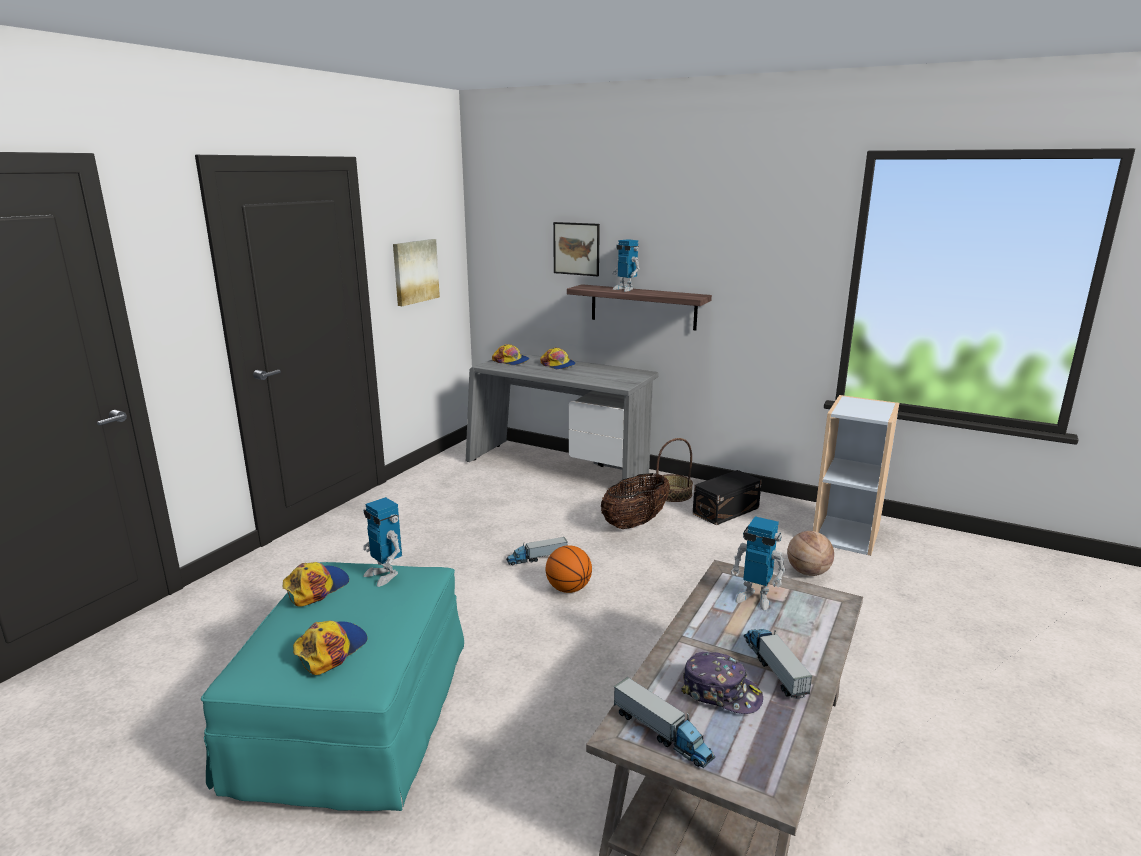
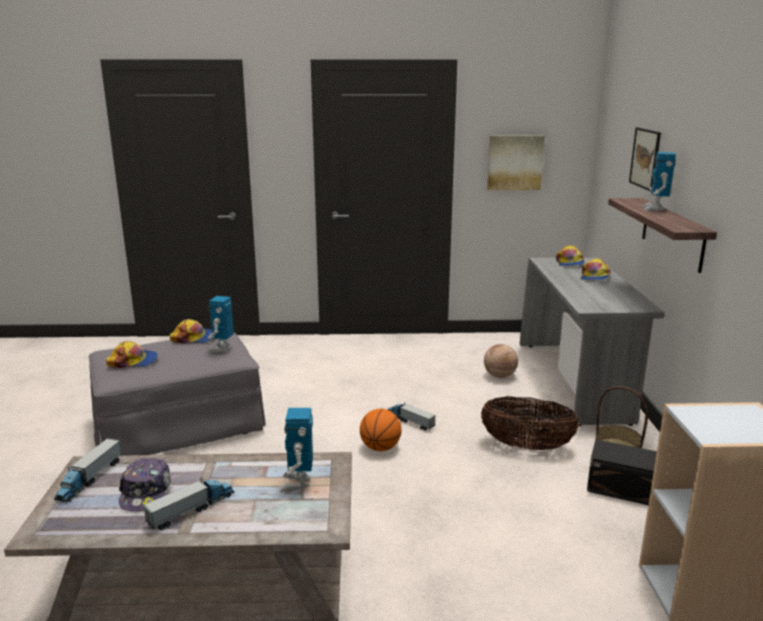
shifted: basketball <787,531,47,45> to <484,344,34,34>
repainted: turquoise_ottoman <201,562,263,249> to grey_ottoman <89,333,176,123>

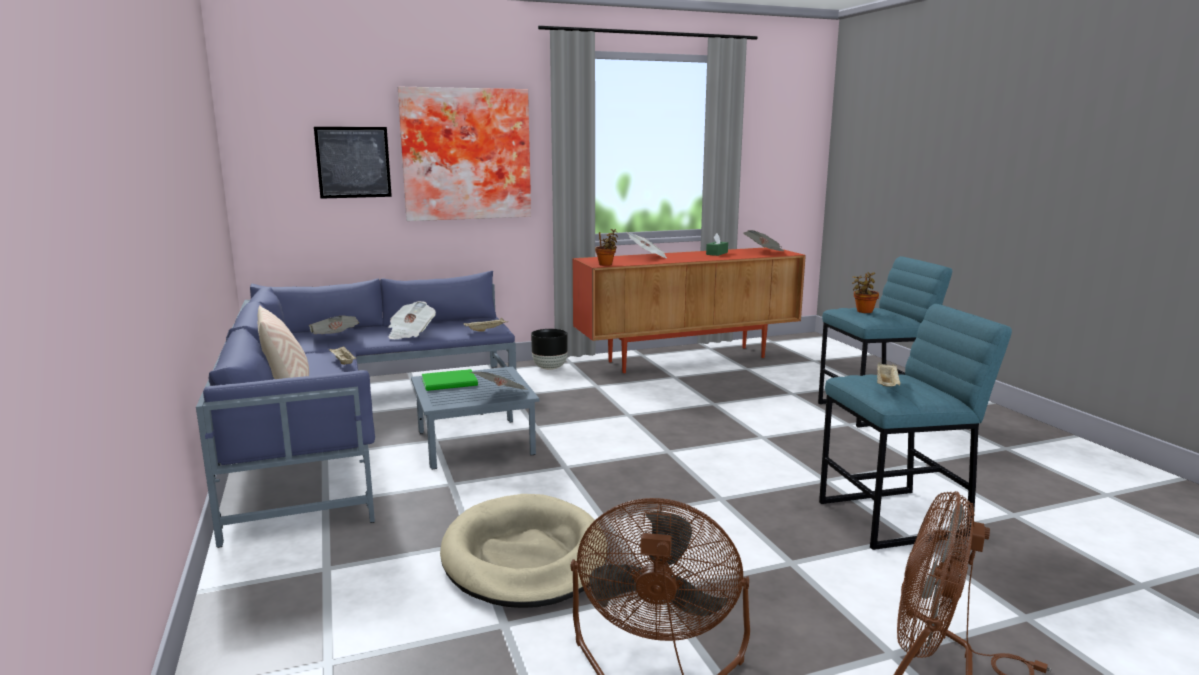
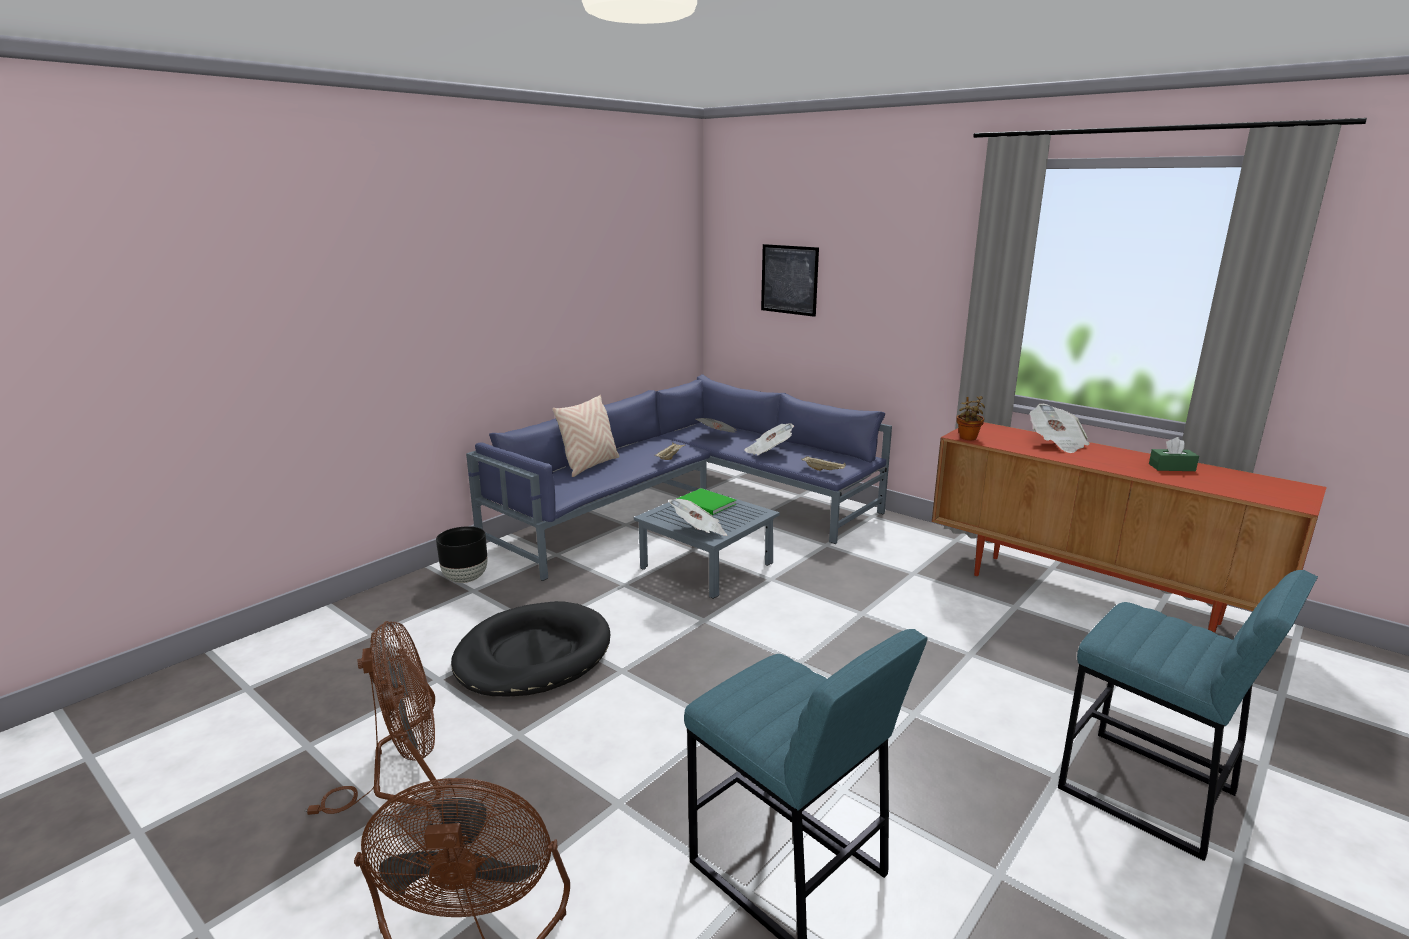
gone: picture <398,87,133,134>; newspaper <743,230,41,21>; potted_plant <852,272,27,41>; beige_tray <877,362,23,25>
shifted: black_planter <531,329,37,41> to <436,526,51,57>
repainted: beige_dog_bed <440,494,168,114> to black_dog_bed <451,601,160,96>

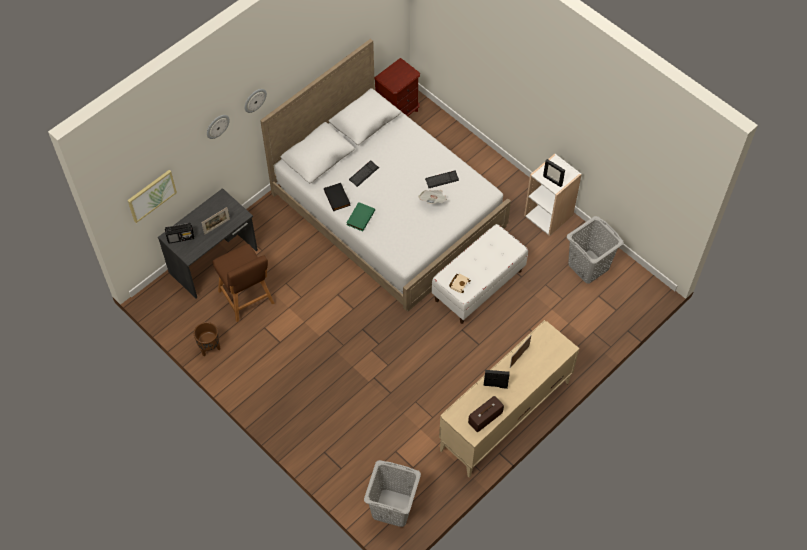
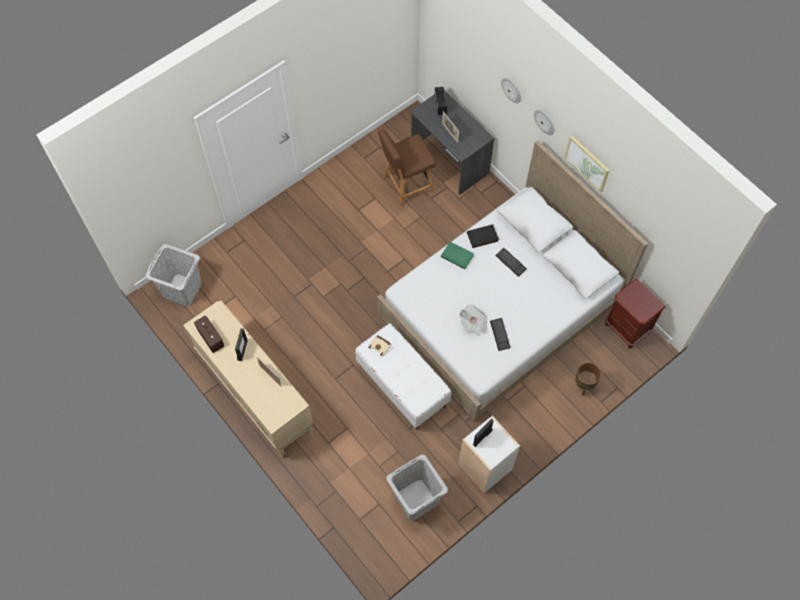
shifted: picture <128,170,49,53> to <564,136,46,56>; brown_planter <194,322,26,35> to <575,362,26,33>

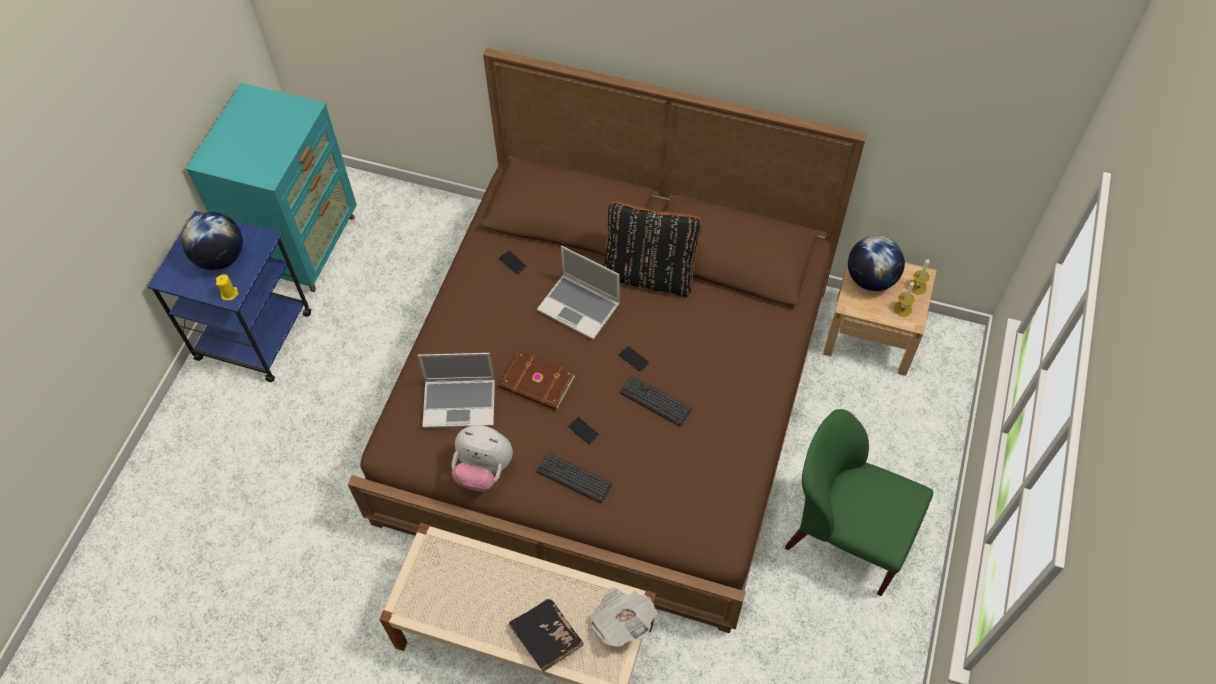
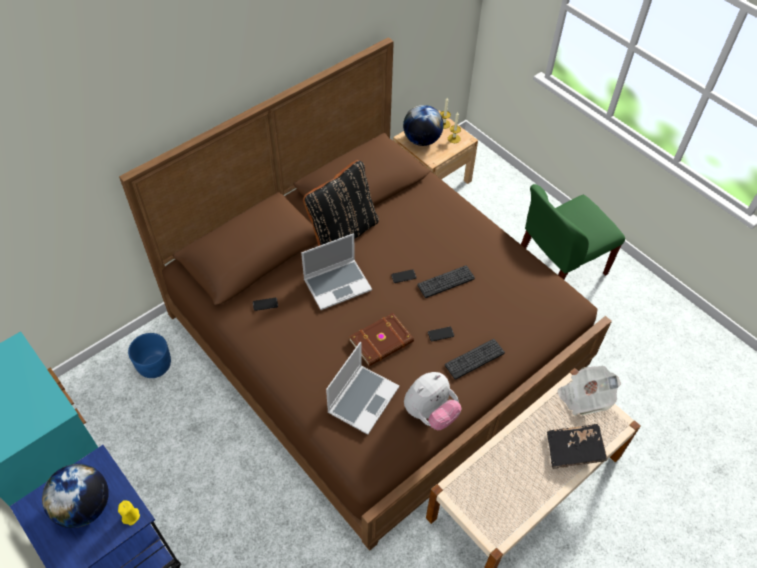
new: blue_planter <128,333,43,45>

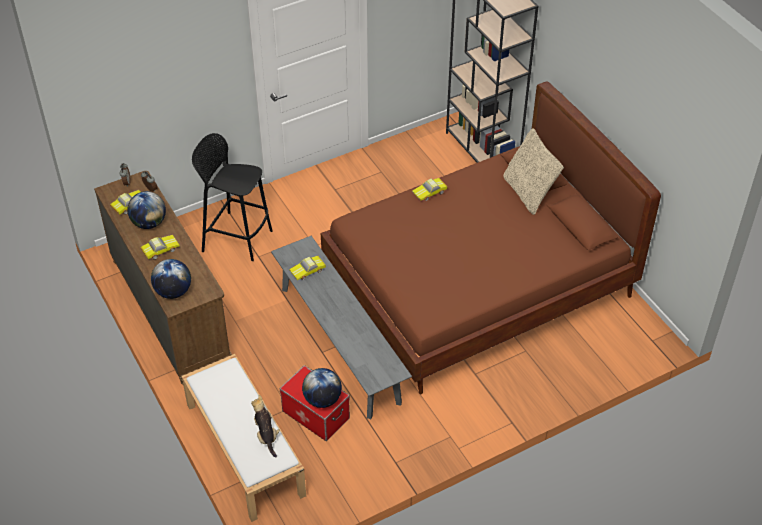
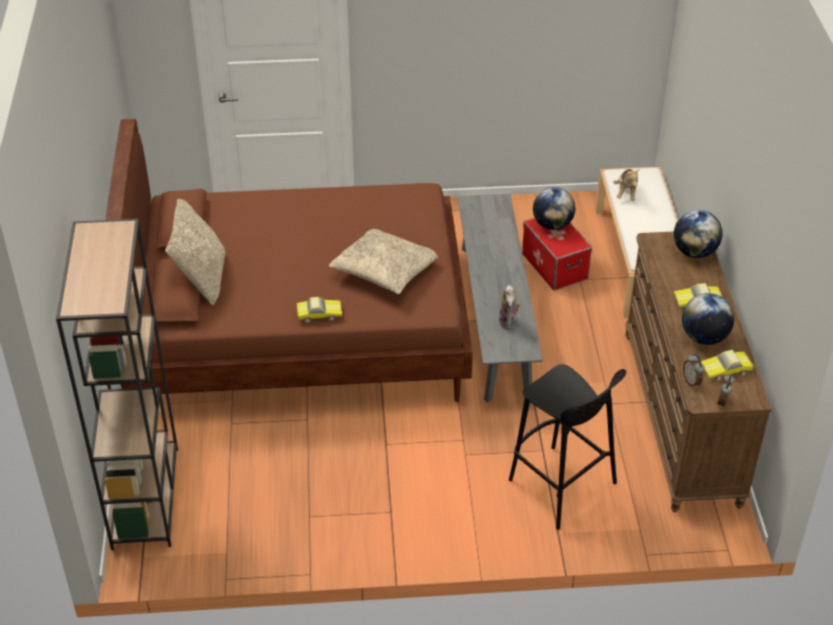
new: beige_pillow <329,229,109,65>
swapped: toy_car <289,256,37,24> to plush_toy <498,284,23,45>

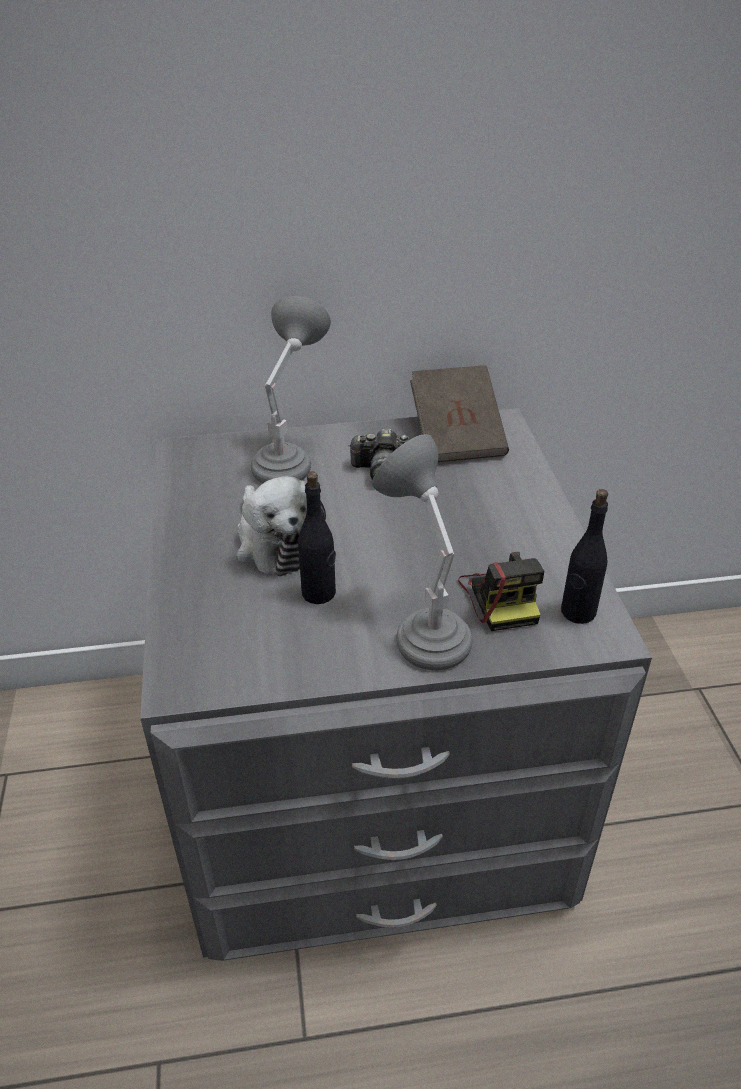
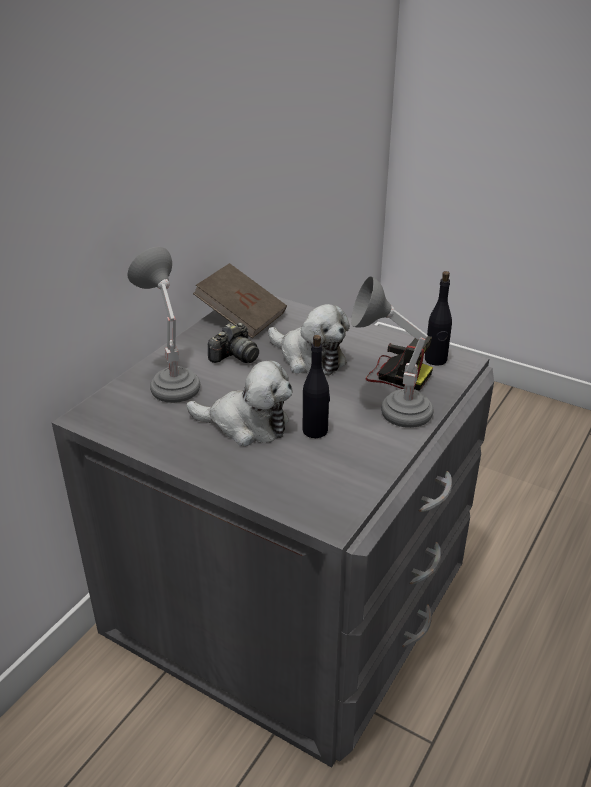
new: plush_toy <268,304,82,72>

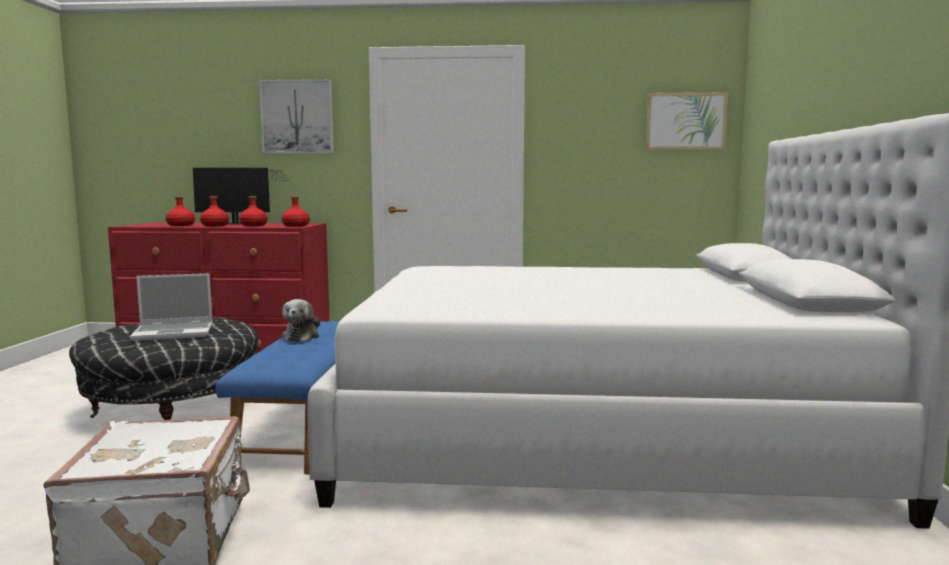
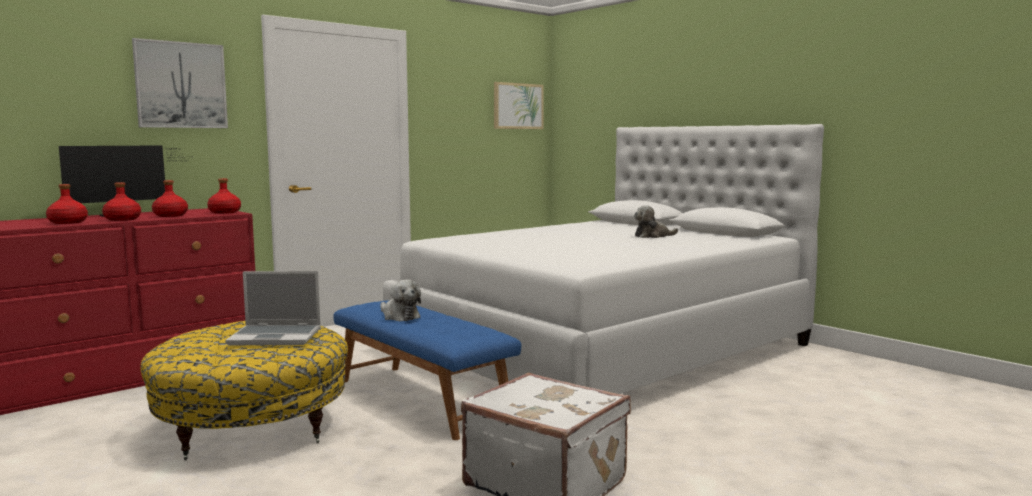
new: plush_toy <634,205,44,33>
repainted: black_ottoman <69,318,189,102> to yellow_ottoman <140,321,208,139>
rotated: laptop <130,273,83,68> = <225,271,96,74> 60 degrees clockwise

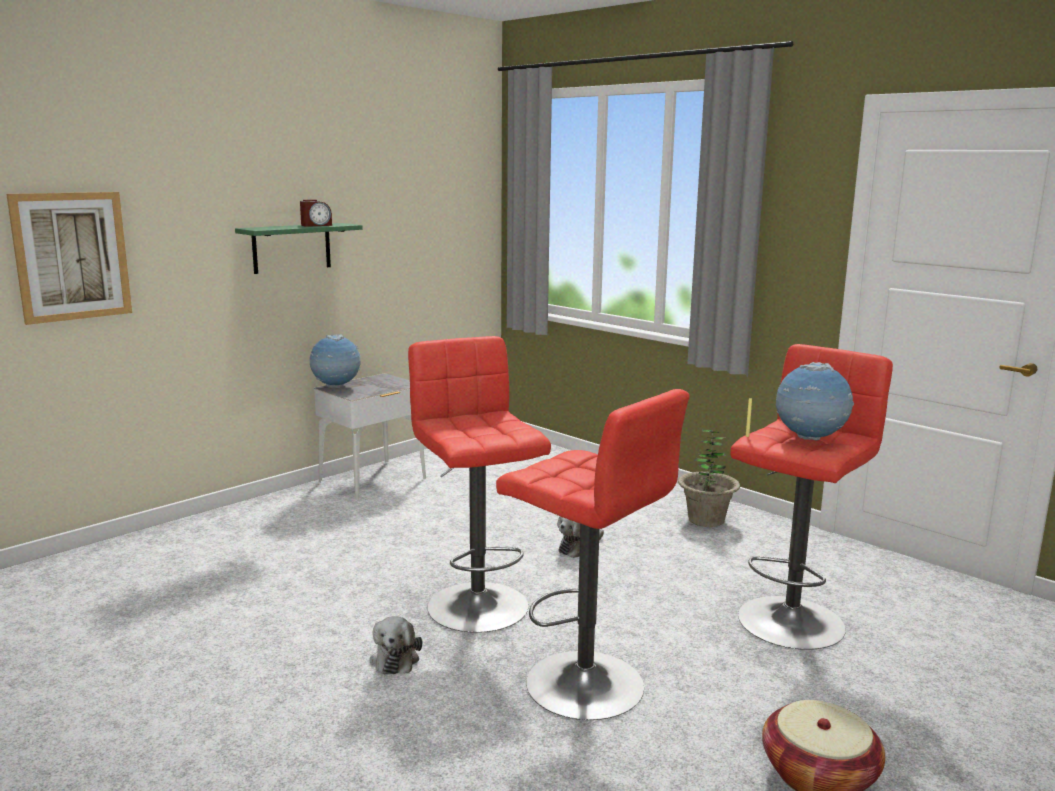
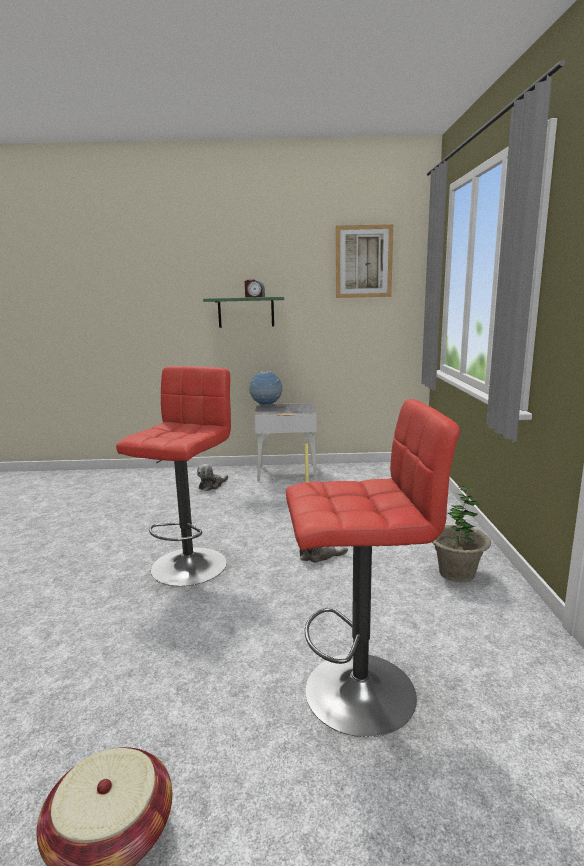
gone: red_stool <496,389,194,331>; globe <776,362,78,79>
shifted: plush_toy <370,616,52,58> to <197,464,31,27>; picture <6,192,126,133> to <336,224,57,74>

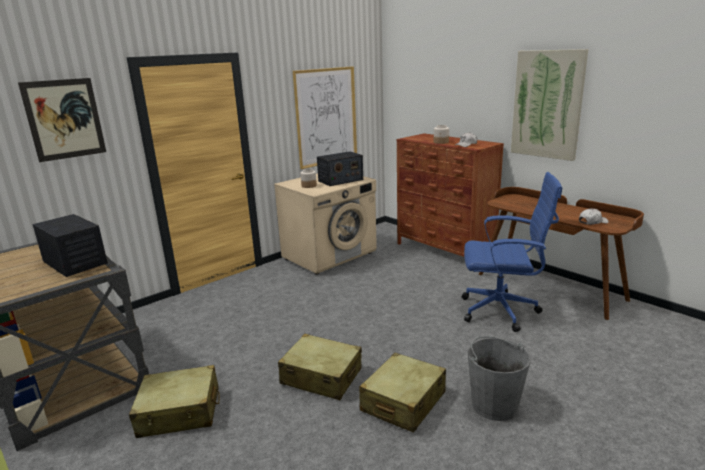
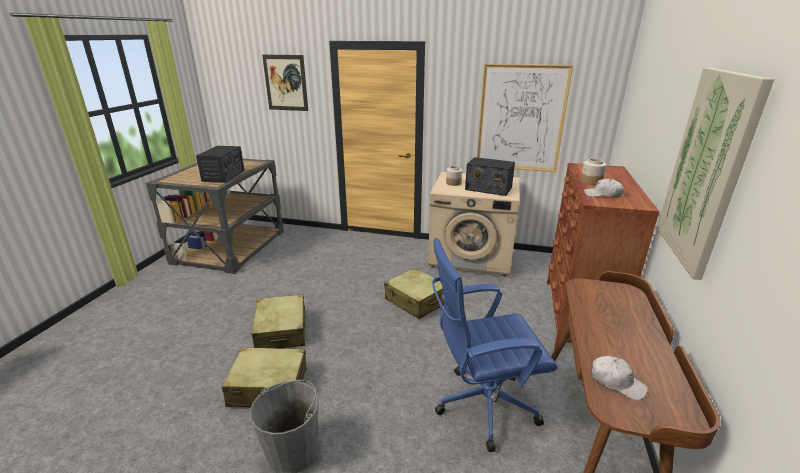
shifted: beige_suitcase <129,365,91,73> to <384,268,60,51>
rotated: blue_office_chair <462,172,100,160> = <432,238,126,214> 105 degrees clockwise

